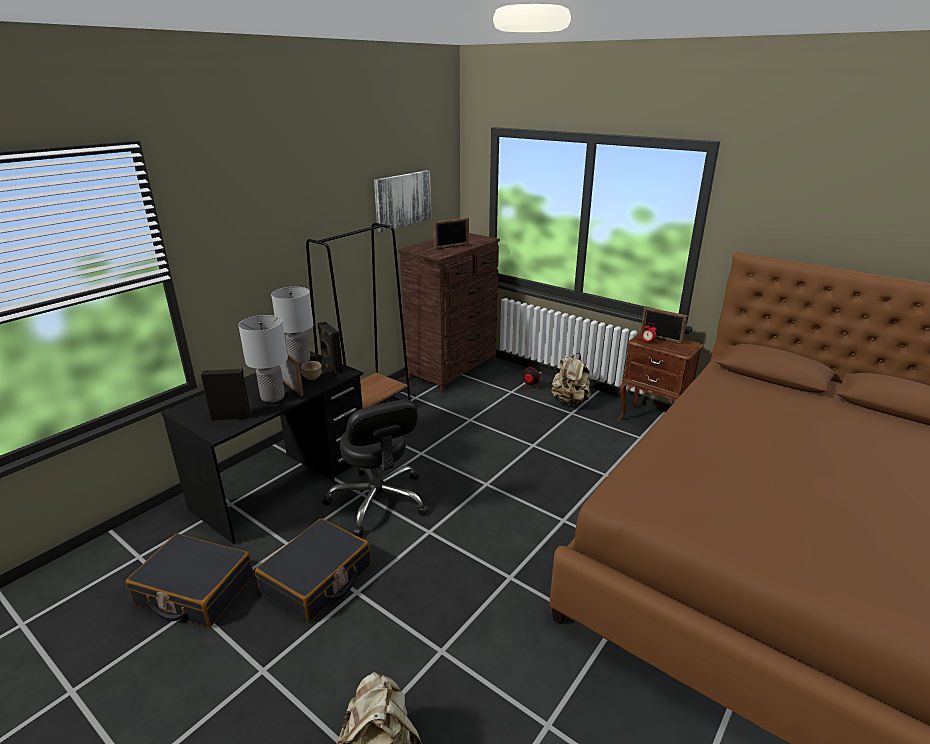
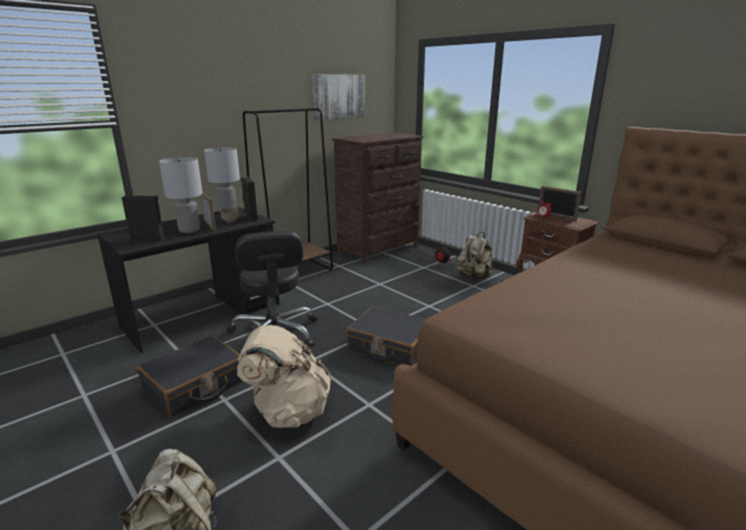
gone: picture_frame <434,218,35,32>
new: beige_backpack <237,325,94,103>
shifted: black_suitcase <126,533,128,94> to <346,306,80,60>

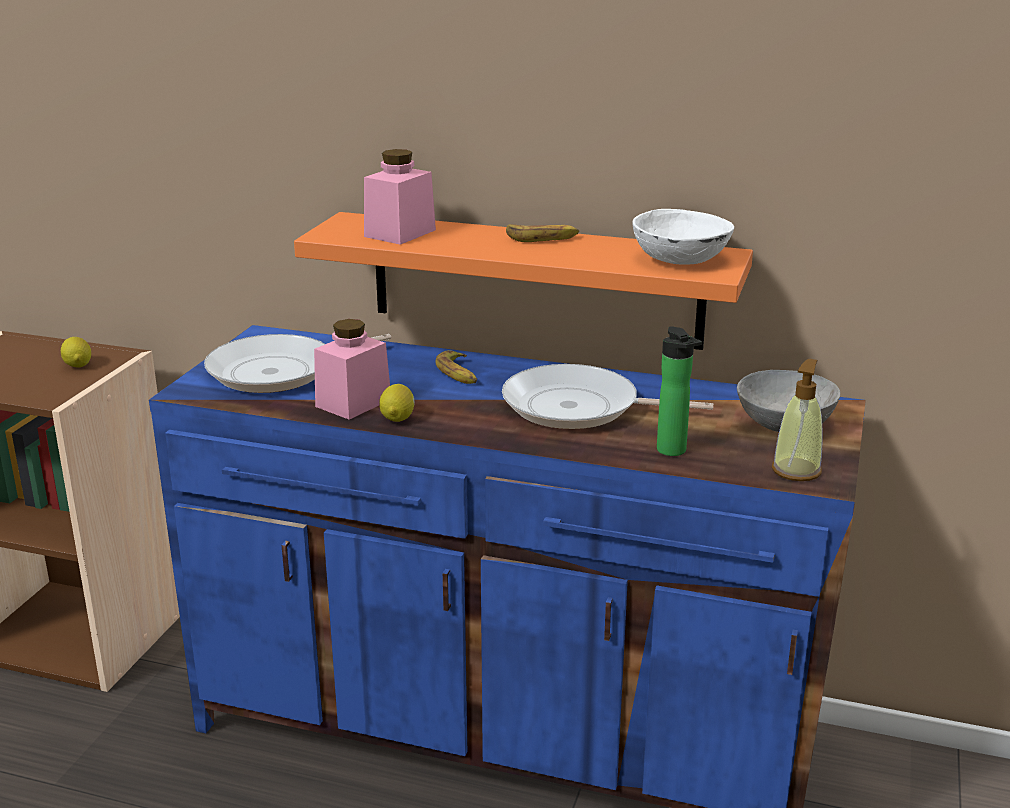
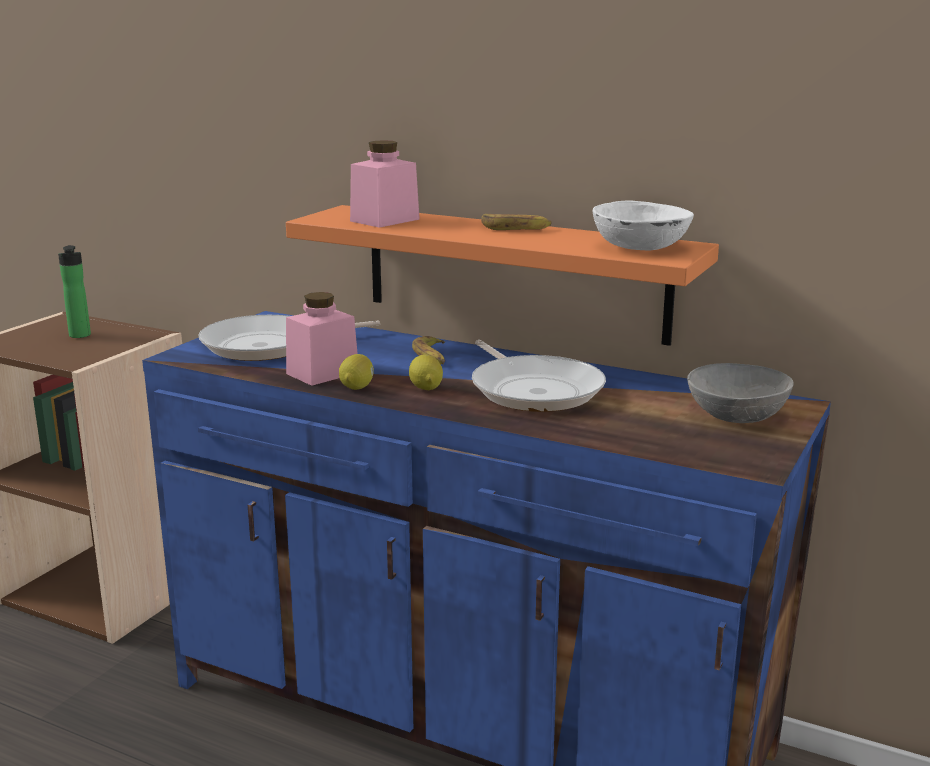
gone: soap_dispenser <772,359,51,122>
shifted: bottle <657,326,45,130> to <58,245,33,93>; lemon <61,337,30,31> to <409,355,34,35>
rotated: frying_pan <502,364,211,65> = <472,340,134,72> 135 degrees counterclockwise

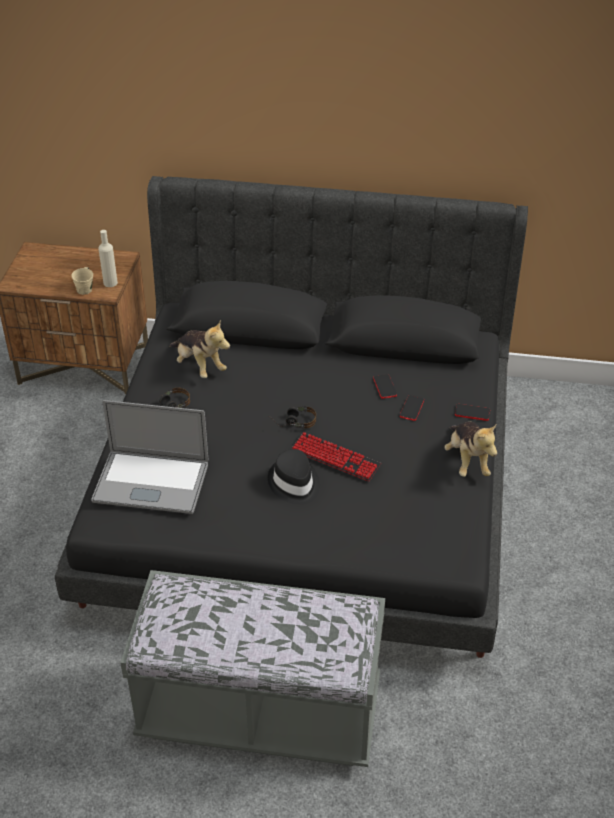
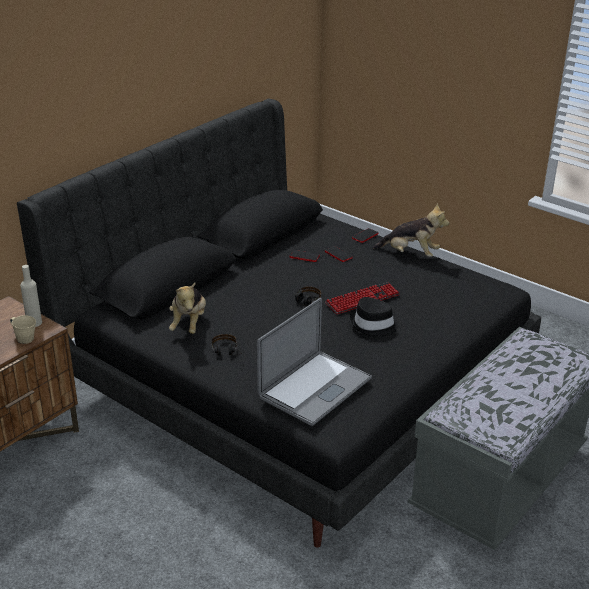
rotated: plush_toy <169,320,61,58> = <169,283,37,51> 105 degrees clockwise

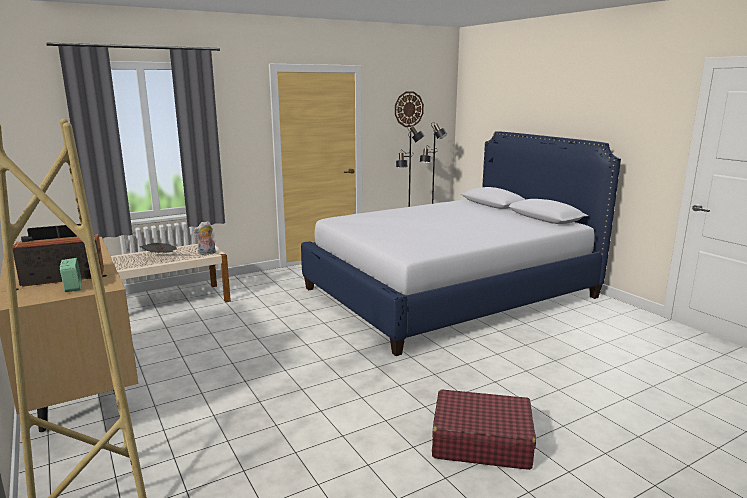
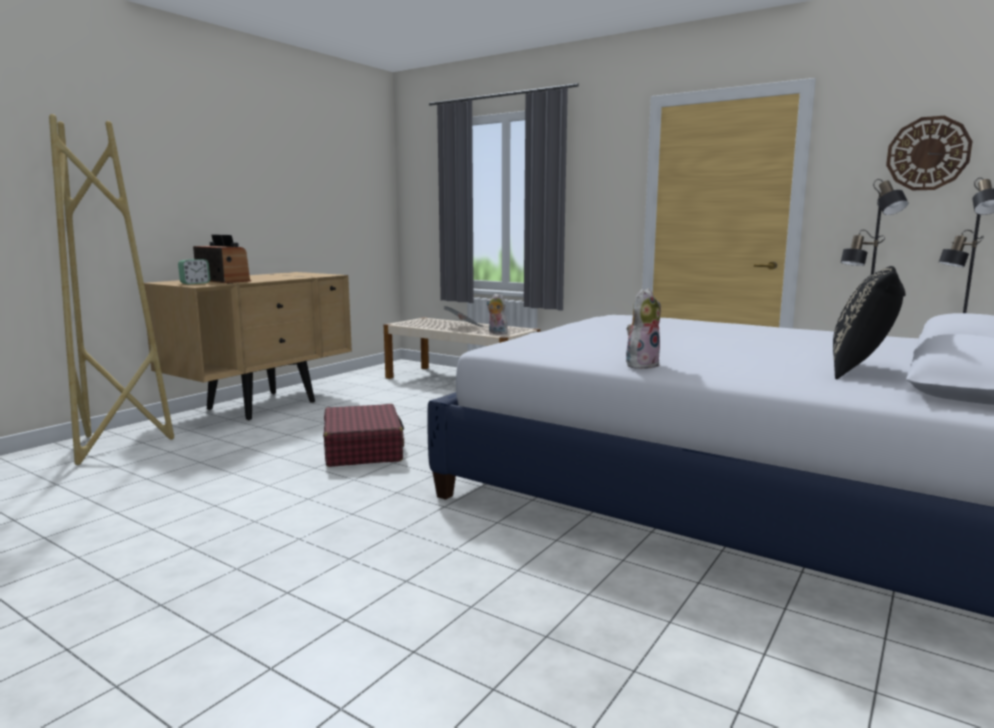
new: plush_toy <626,289,35,80>; black_pillow <833,266,73,113>
shifted: red_suitcase <432,389,104,81> to <323,404,81,63>

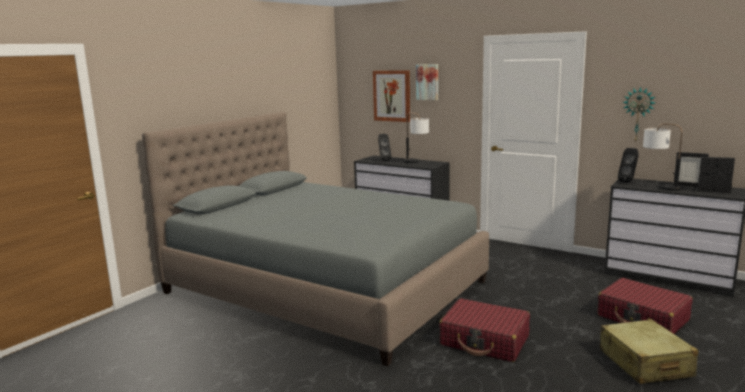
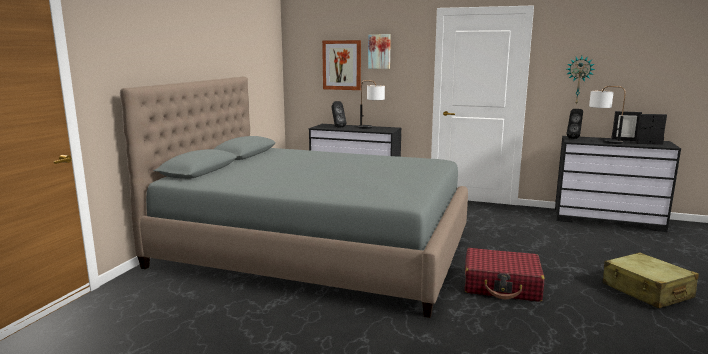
gone: red_suitcase <598,278,95,56>

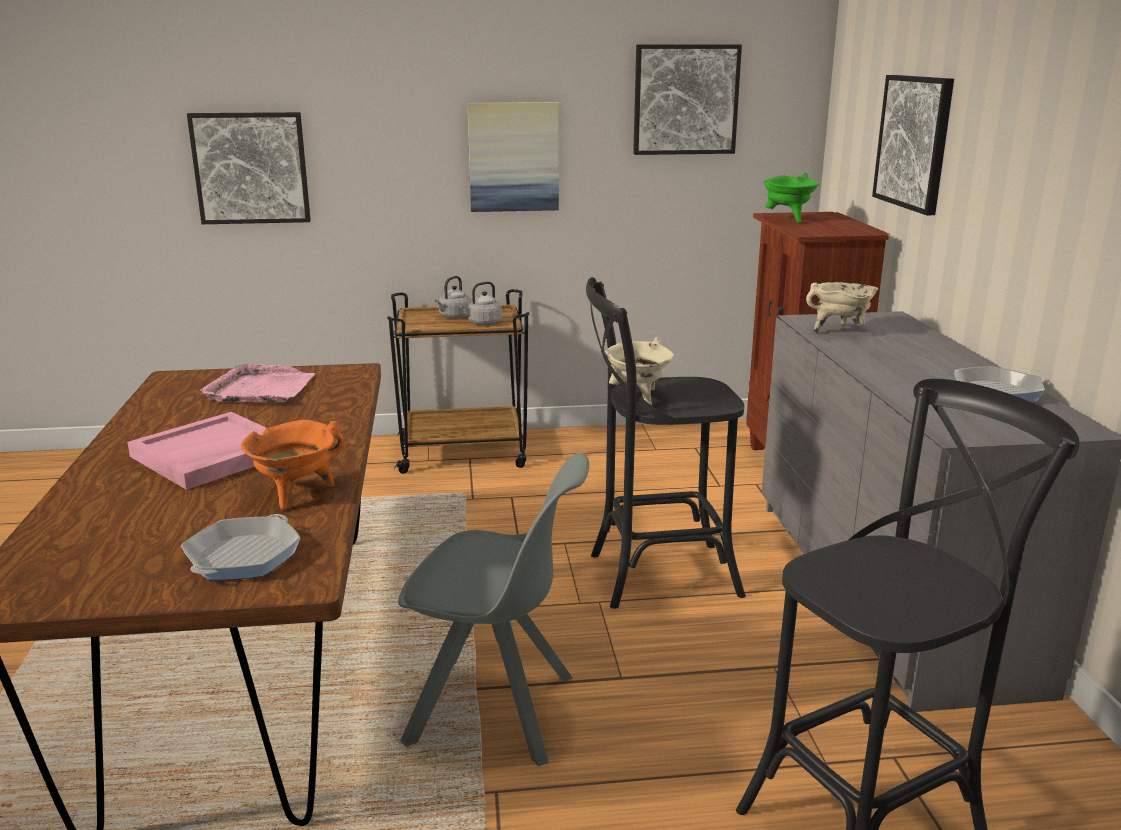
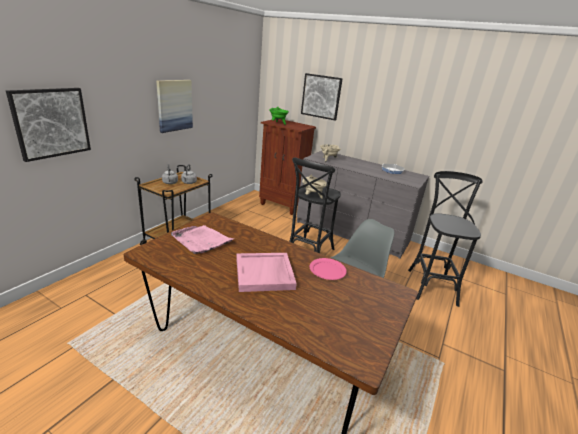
gone: frying_pan <181,514,119,66>; picture <633,44,109,111>
swapped: orange_cooking_pot <241,420,104,90> to pink_plate <310,258,37,22>

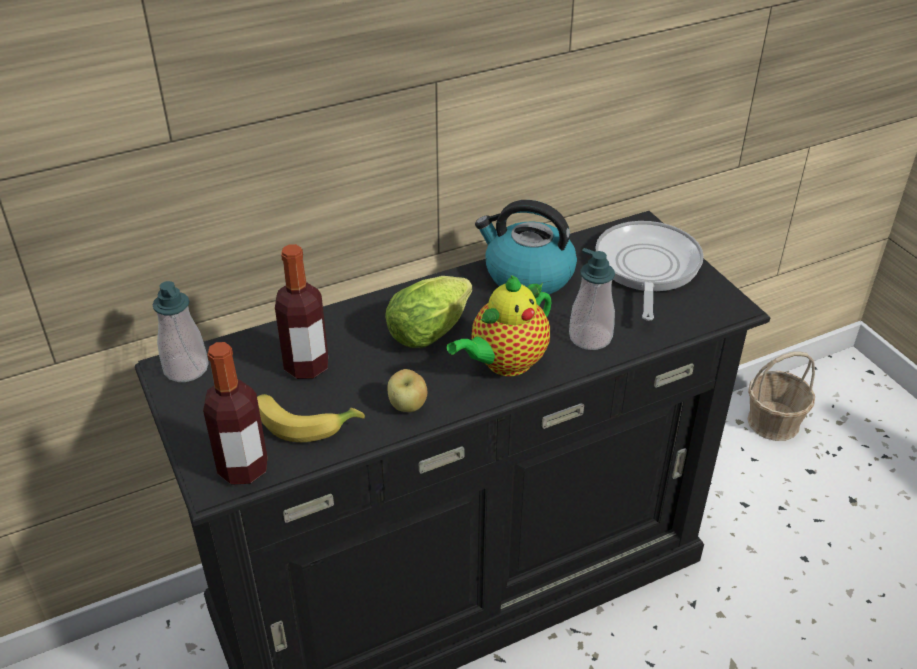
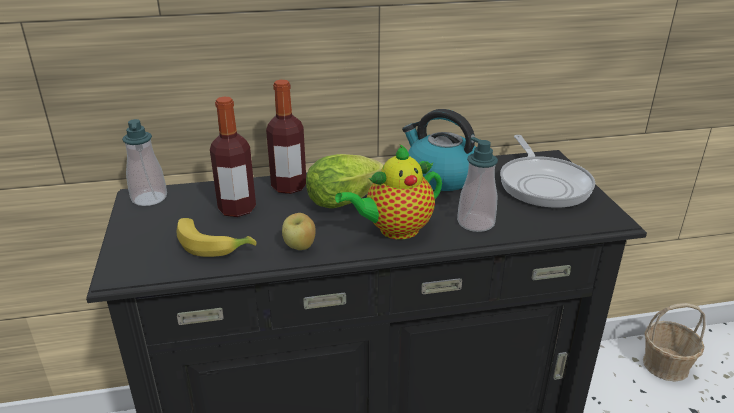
shifted: bottle <203,342,65,143> to <266,80,40,114>
rotated: frying_pan <595,221,109,100> = <500,135,95,73> 150 degrees clockwise

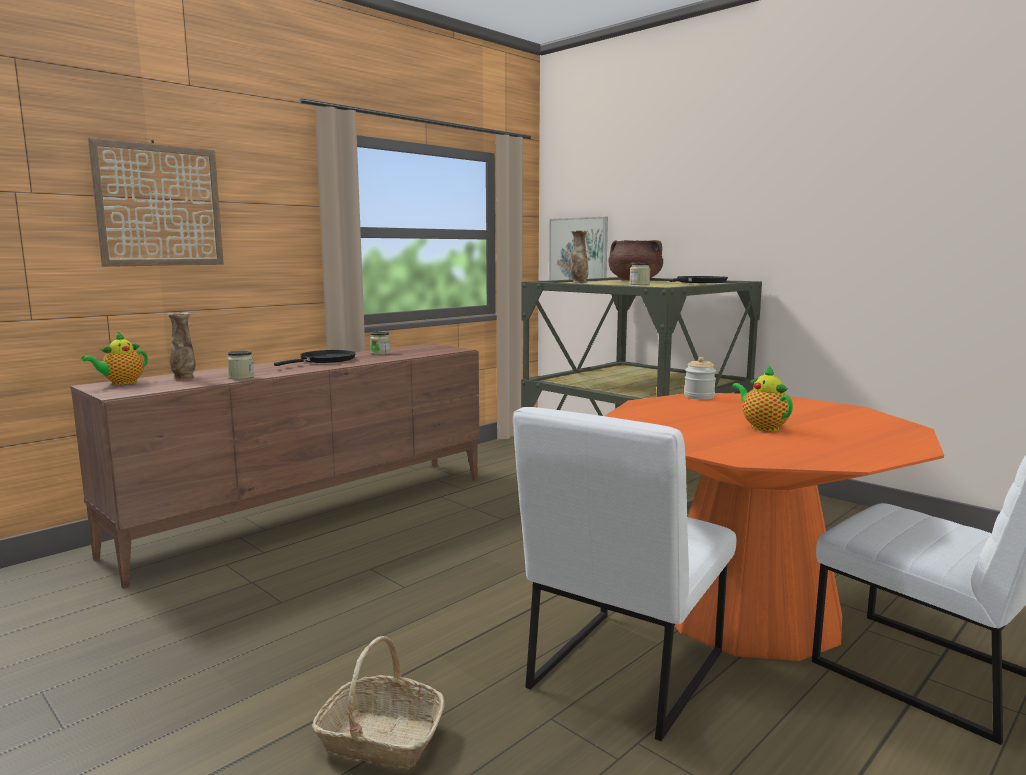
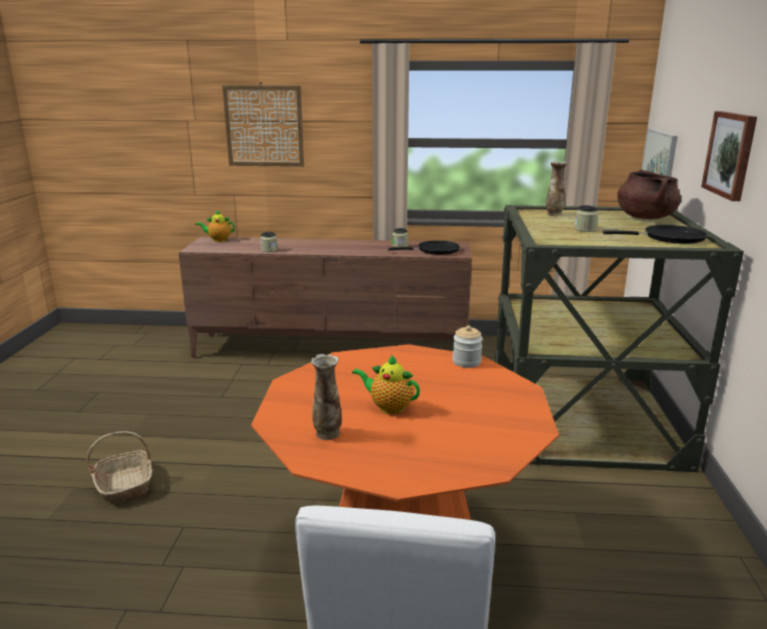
gone: white_chair <513,407,224,334>
new: picture <701,111,56,90>
shifted: vase <167,312,28,68> to <311,354,31,86>; black_frying_pan <274,350,82,16> to <388,240,72,15>
rotated: teapot <732,365,61,67> = <352,355,68,59> 90 degrees counterclockwise

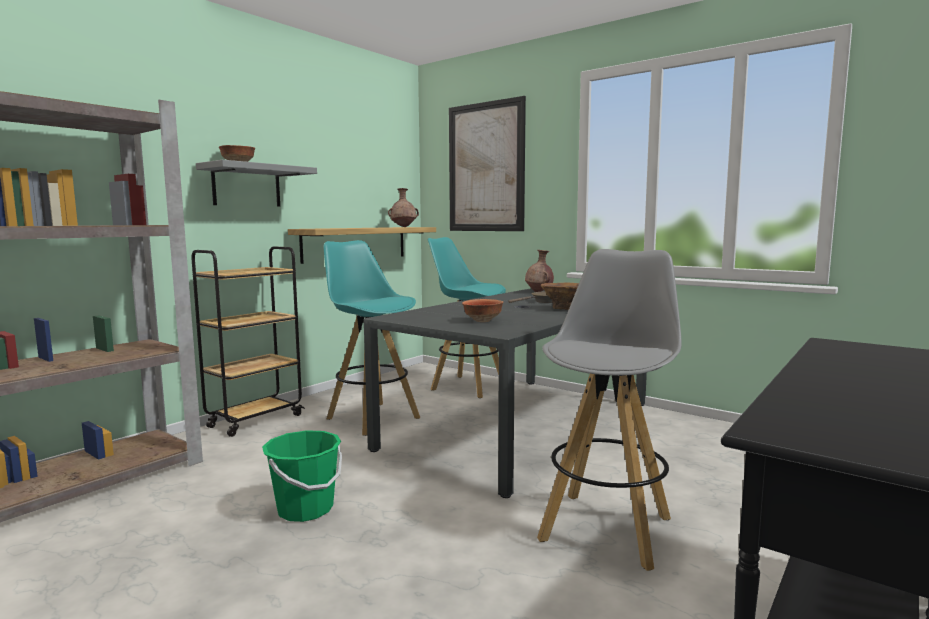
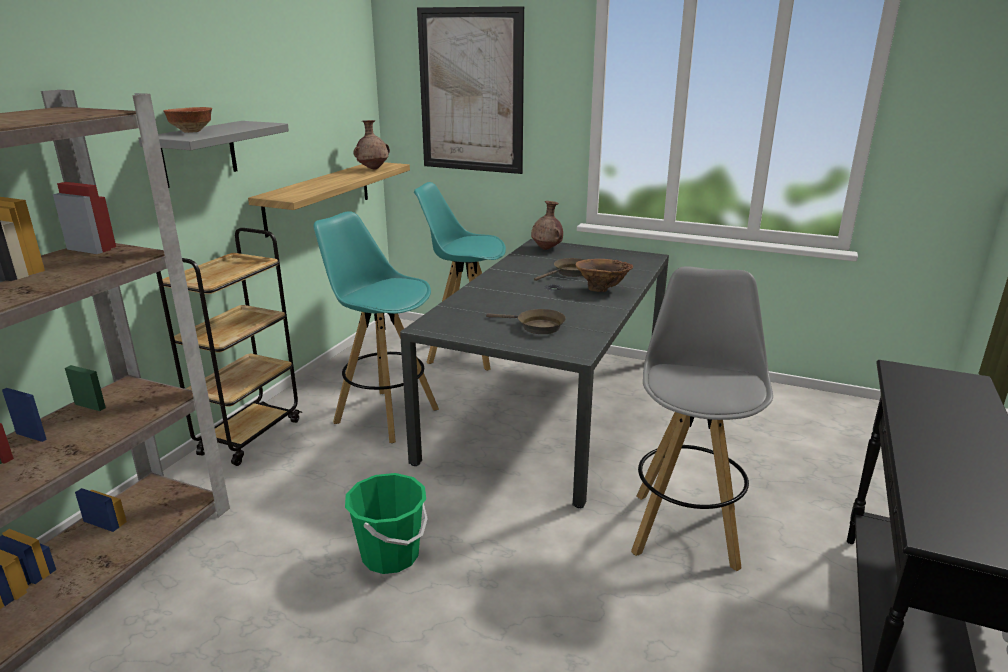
swapped: bowl <462,299,41,23> to brown_frying_pan <486,309,80,25>

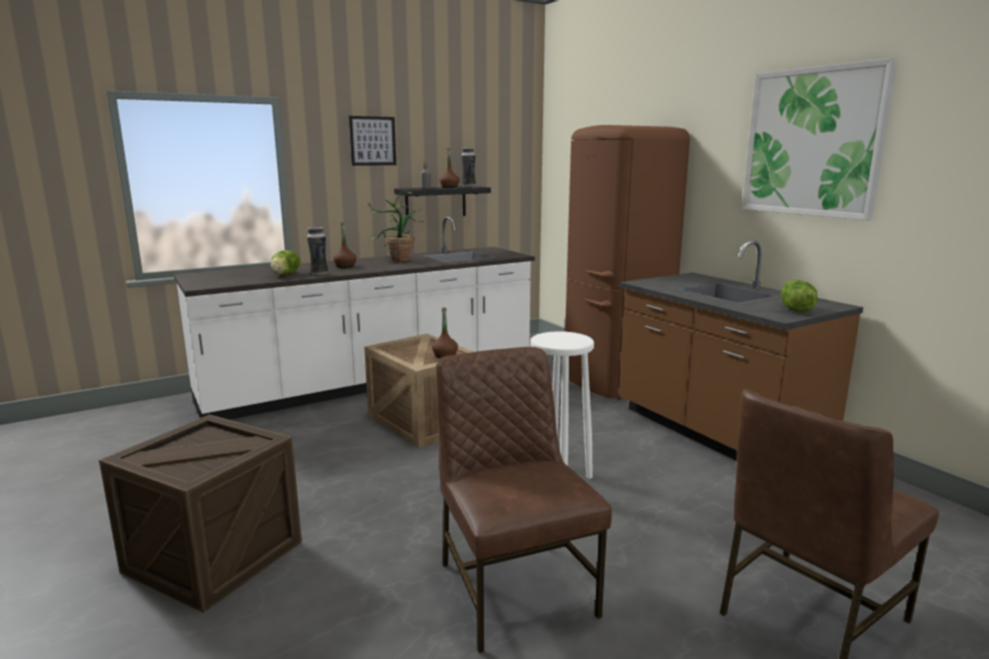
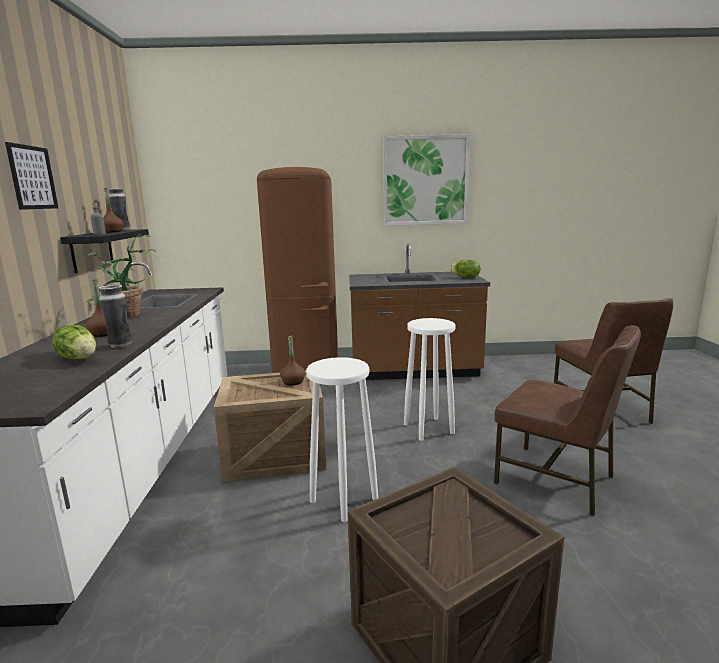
new: white_stool <306,357,72,165>
rotated: brown_chair <436,347,176,306> = <494,325,147,191> 150 degrees counterclockwise

